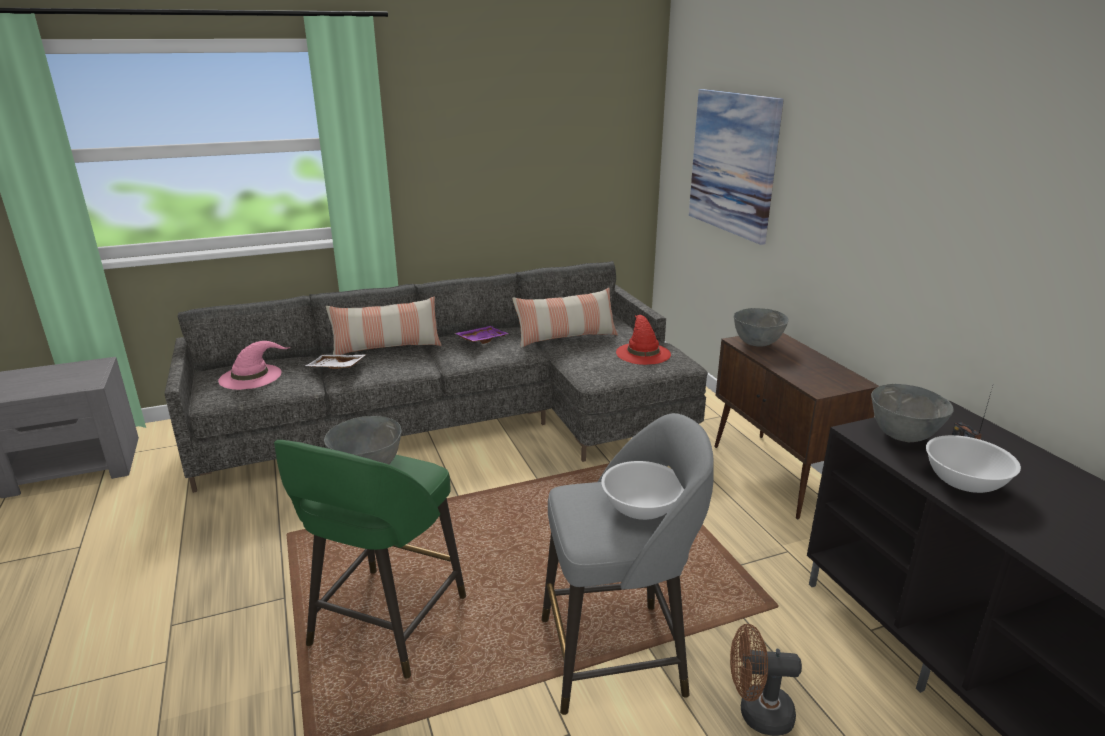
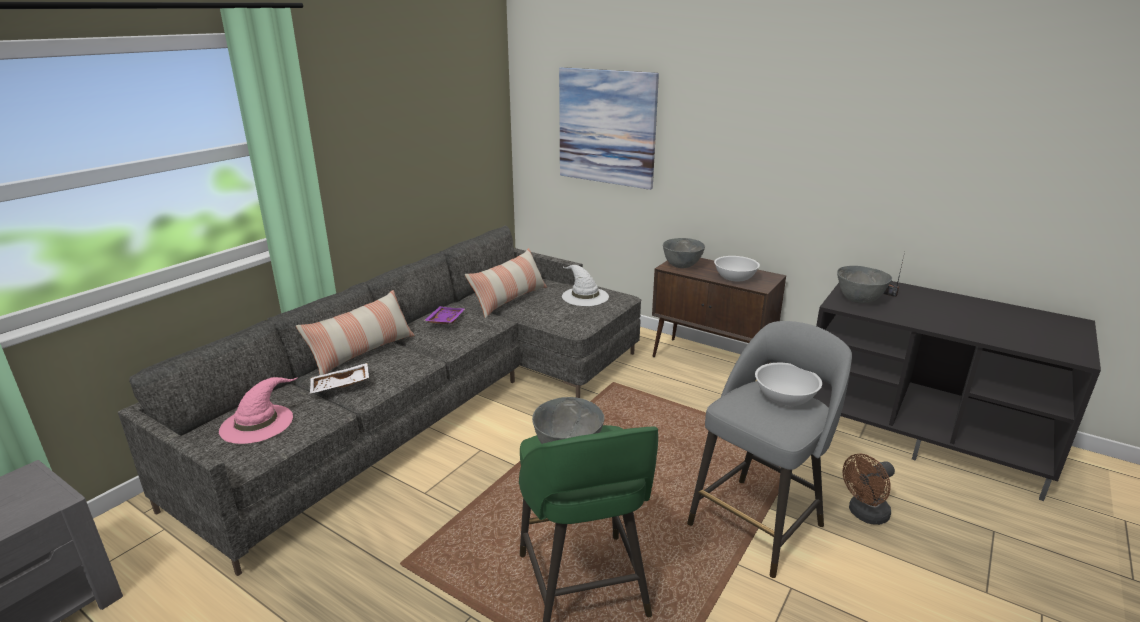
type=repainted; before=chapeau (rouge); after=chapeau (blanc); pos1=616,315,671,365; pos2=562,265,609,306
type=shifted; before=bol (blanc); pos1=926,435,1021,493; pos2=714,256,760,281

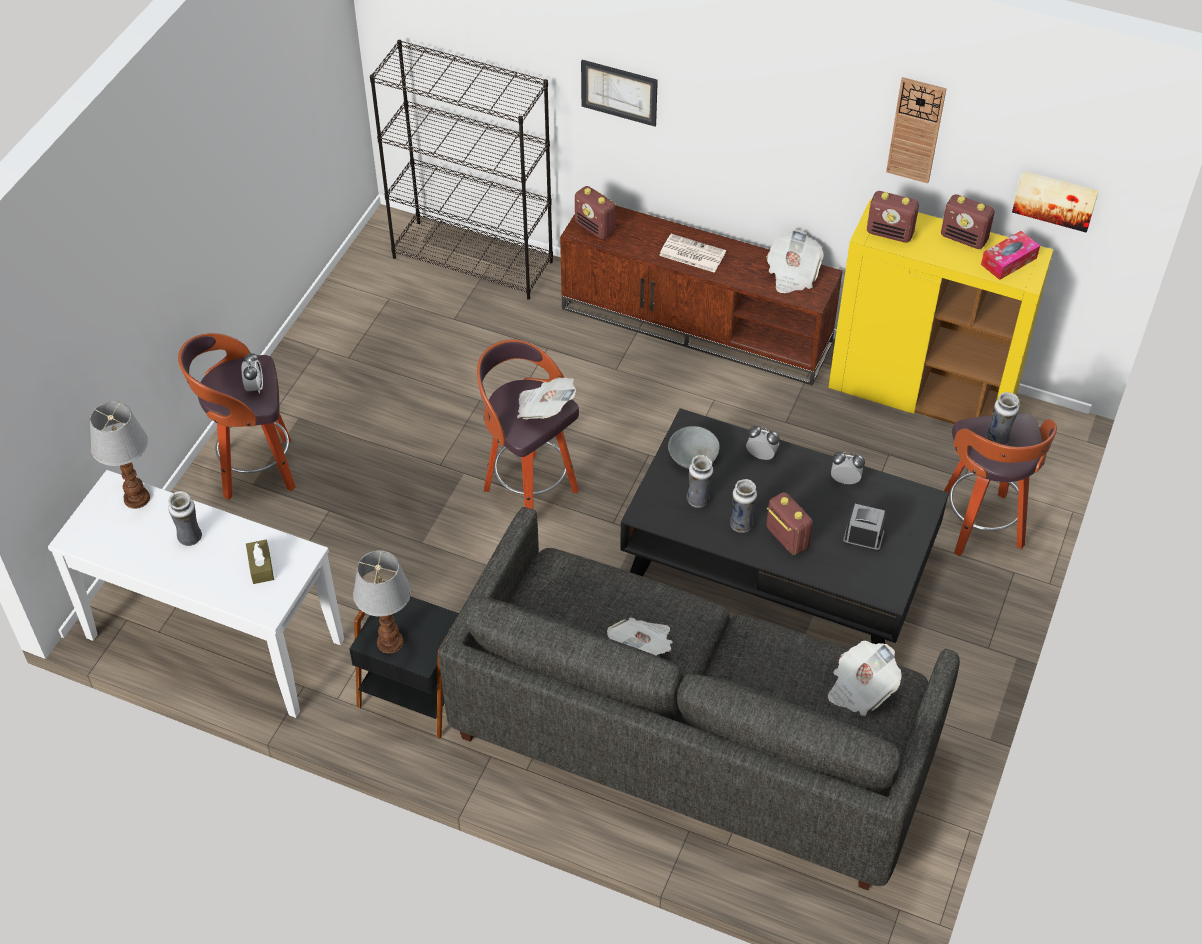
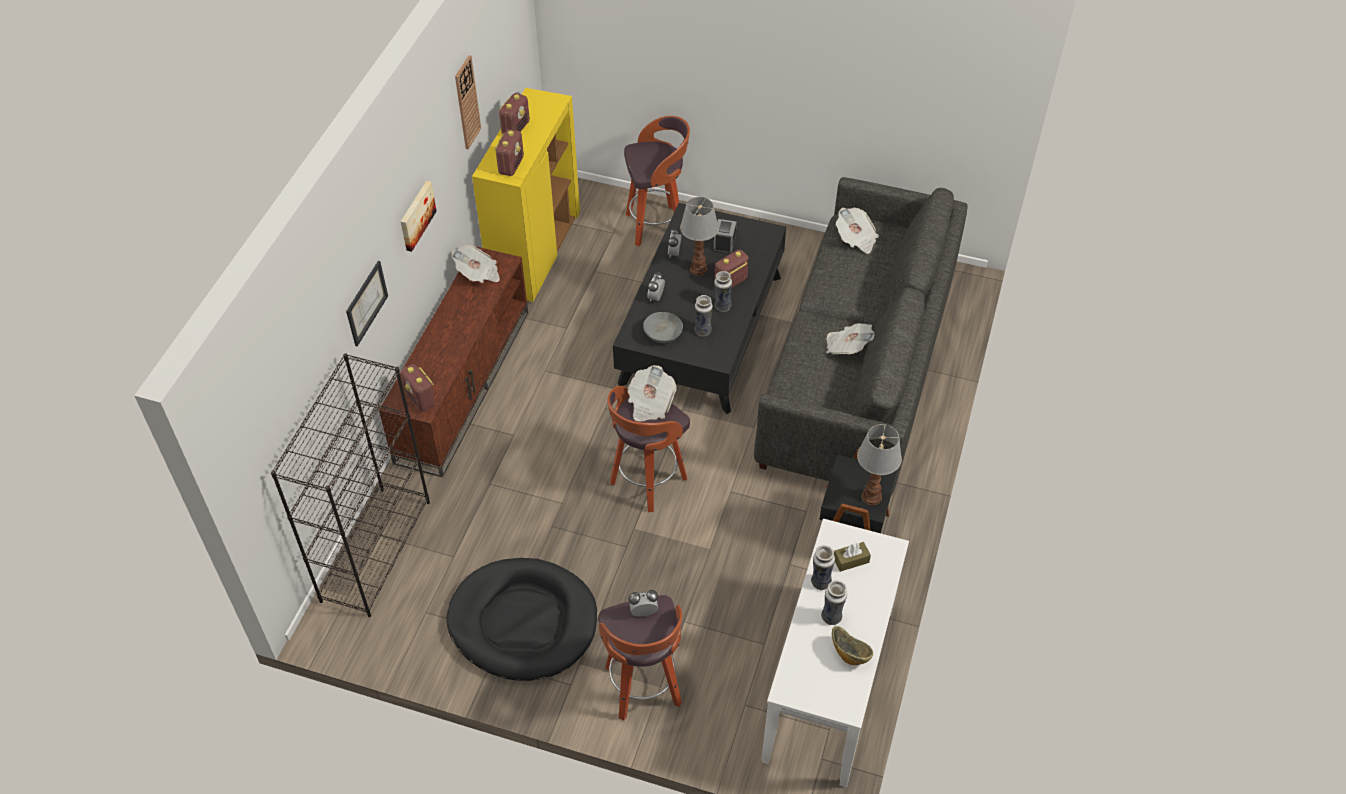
type=shifted; before=tableau; pos1=1012,171,1099,233; pos2=401,181,437,252
type=rotated; before=radio; pos1=575,186,616,239; pos2=400,364,435,412; turn=105
type=gone; before=boîte à mouchoirs; pos1=981,231,1040,280
type=gone; before=journal; pos1=659,234,726,273
type=shifted; before=vase; pos1=986,392,1019,445; pos2=811,545,835,590
type=shifted; before=lampe de table; pos1=90,401,150,509; pos2=680,197,719,276
type=new; after=panier pour chien (noir); pos2=447,558,597,681
type=new; after=bol; pos2=832,626,873,665

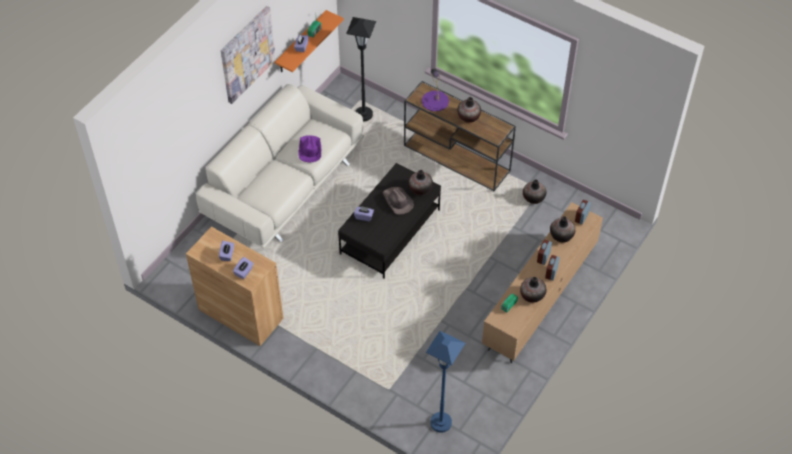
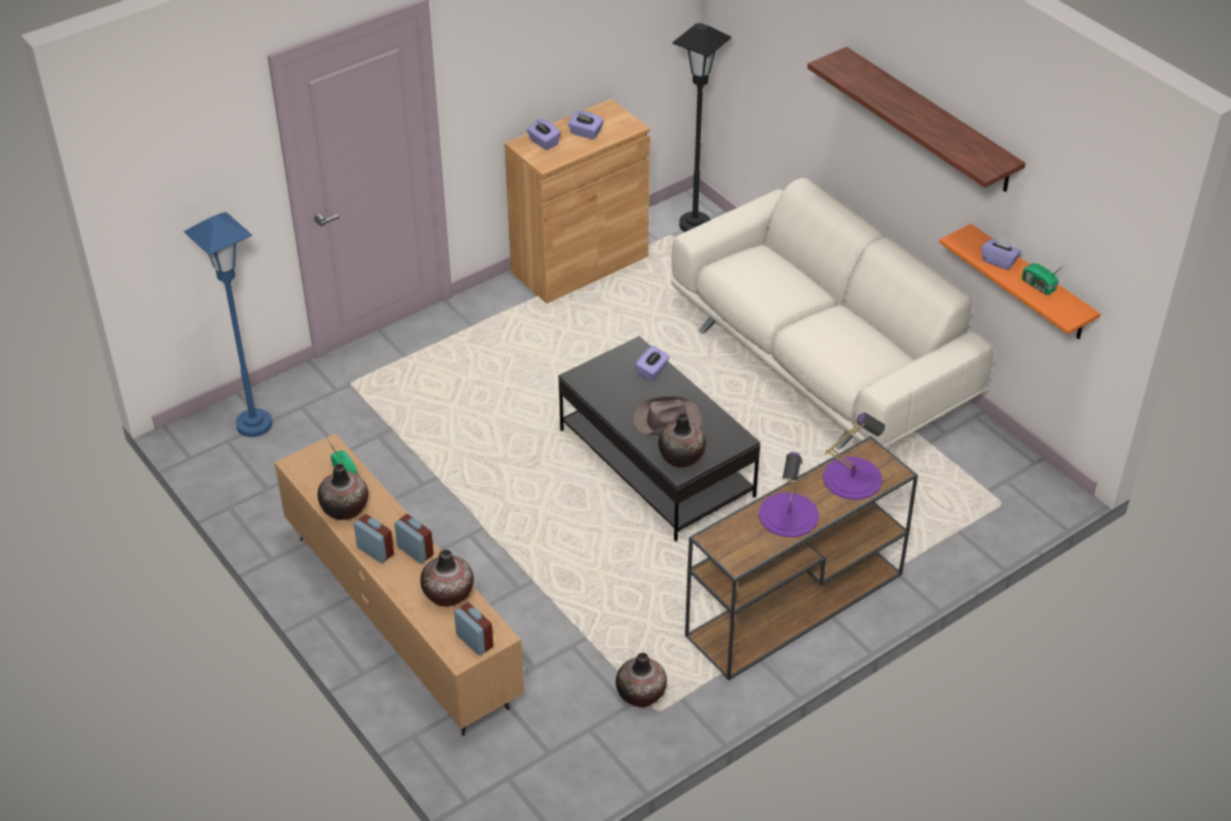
type=swapped; before=tableau; after=étagère; pos1=221,6,276,104; pos2=807,47,1025,192
type=shifted; before=lampadaire (noir); pos1=346,17,376,121; pos2=672,23,731,232
type=swapped; before=vase; after=lampe de table (violet); pos1=457,97,481,123; pos2=758,452,819,537
type=gone; before=chapeau (violet); pos1=298,135,321,162

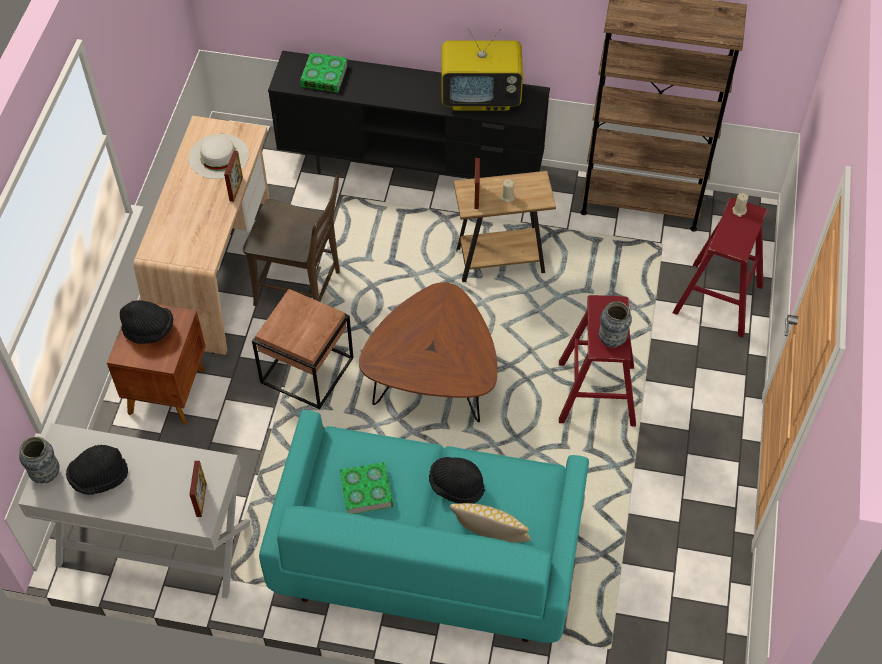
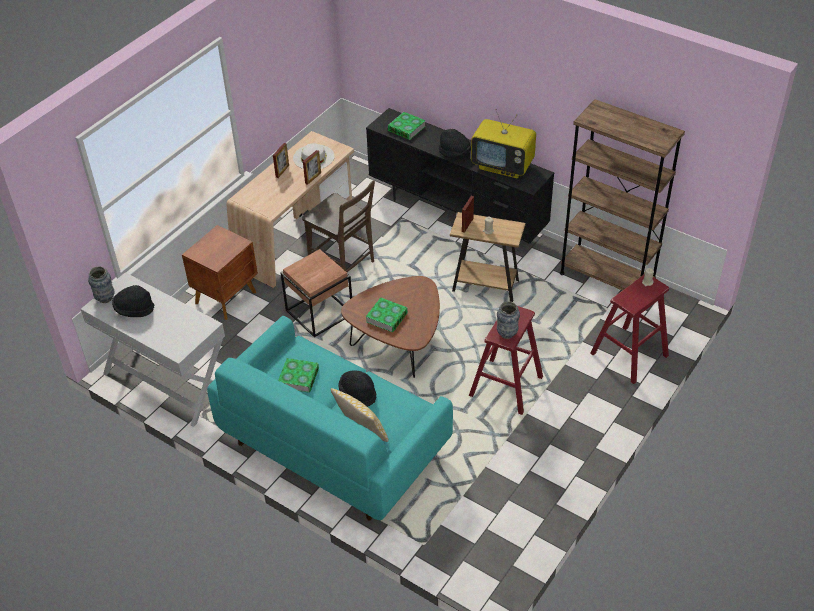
type=shifted; before=chapeau (noir); pos1=120,300,173,344; pos2=439,129,471,158
type=shifted; before=cadre photo; pos1=189,461,207,517; pos2=273,143,289,178
type=new; after=livre; pos2=366,297,408,332

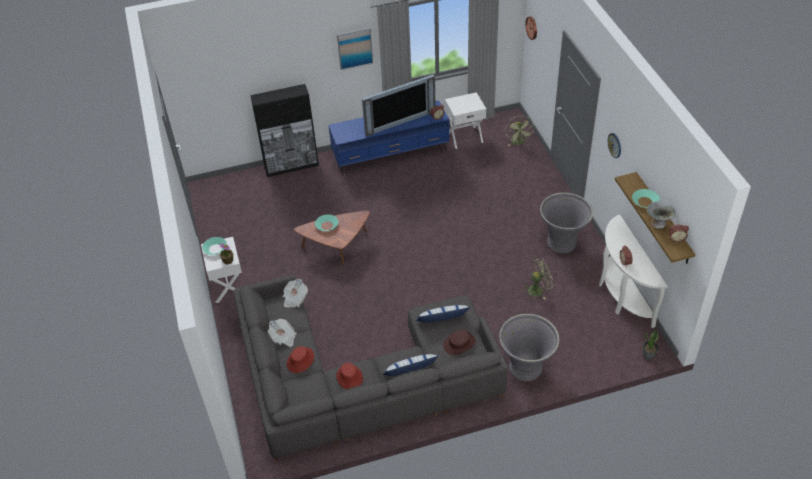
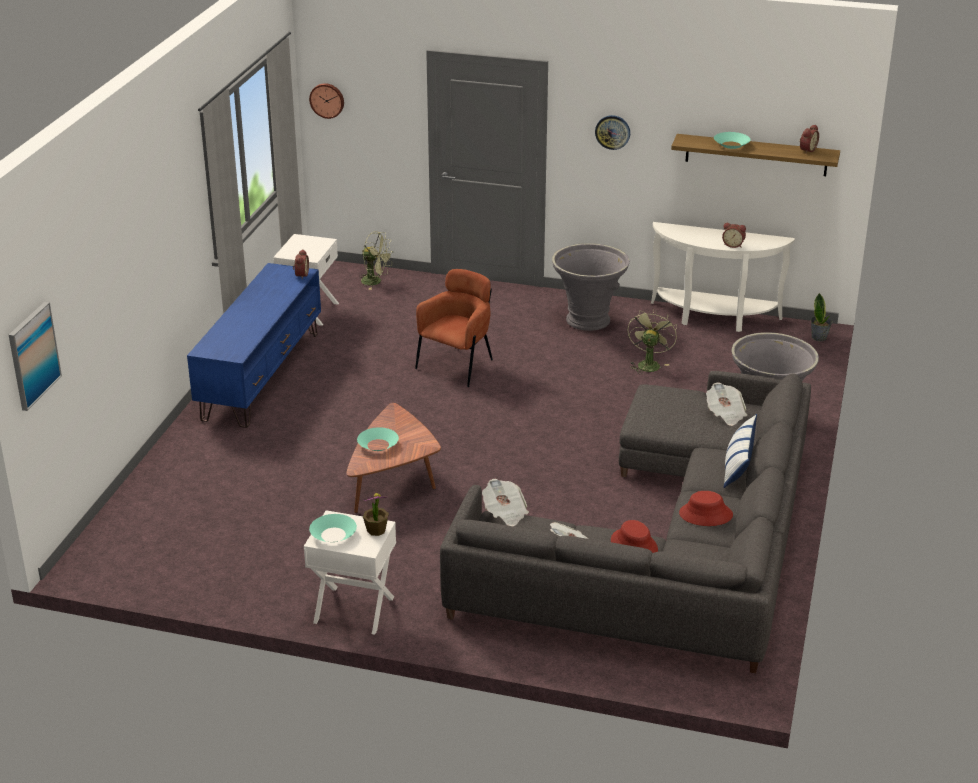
type=shifted; before=tableau; pos1=337,27,373,70; pos2=9,302,62,411
type=gone; before=téléviseur; pos1=362,75,435,137
type=gone; before=meuble de rangement (noir); pos1=250,84,319,177
type=gone; before=bol (gris); pos1=647,201,676,228
type=gone; before=coussin; pos1=416,305,470,323
type=swapped; before=chapeau (marron); after=journal; pos1=443,330,476,355; pos2=706,382,747,426
type=new; after=fauteuil (marron); pos2=415,269,493,387

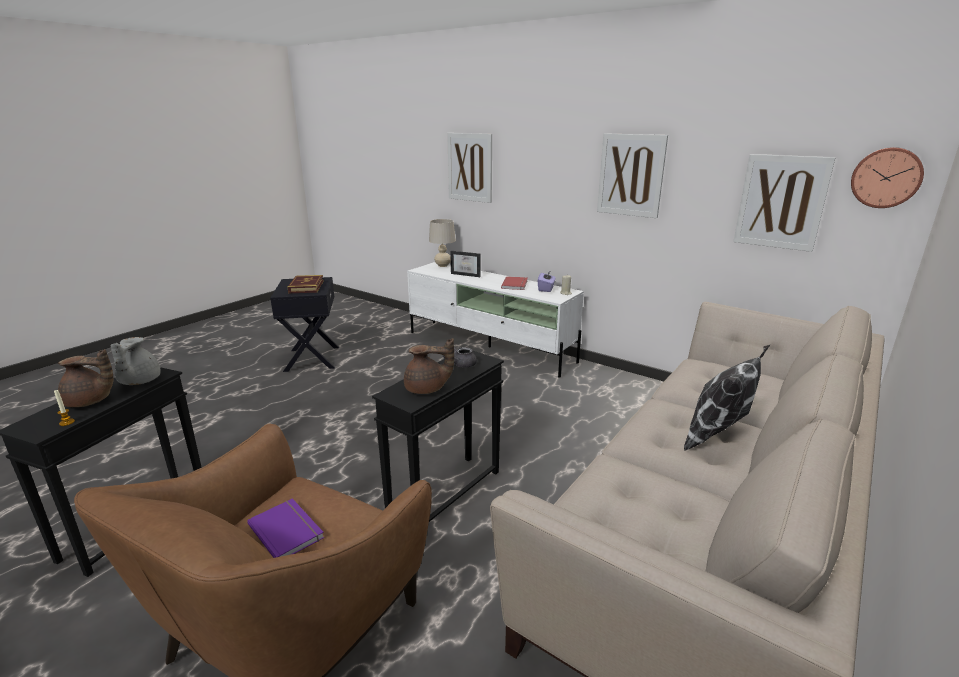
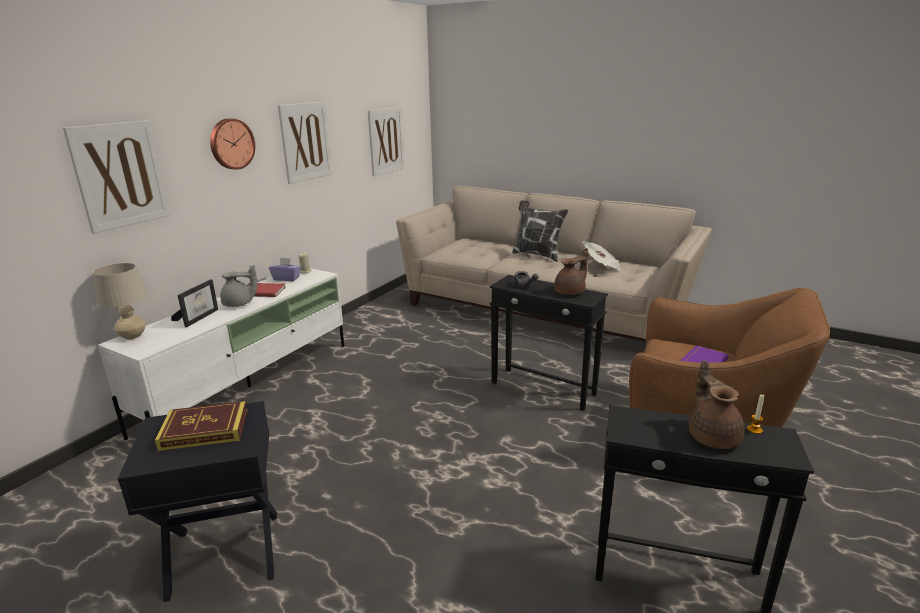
type=shifted; before=horloge murale; pos1=851,147,924,208; pos2=210,118,255,170
type=shifted; before=théière (gris); pos1=110,337,161,385; pos2=220,265,257,307
type=rotated; before=théière (marron); pos1=404,338,454,394; pos2=554,248,588,295; turn=60
type=new; after=journal; pos2=582,241,621,271

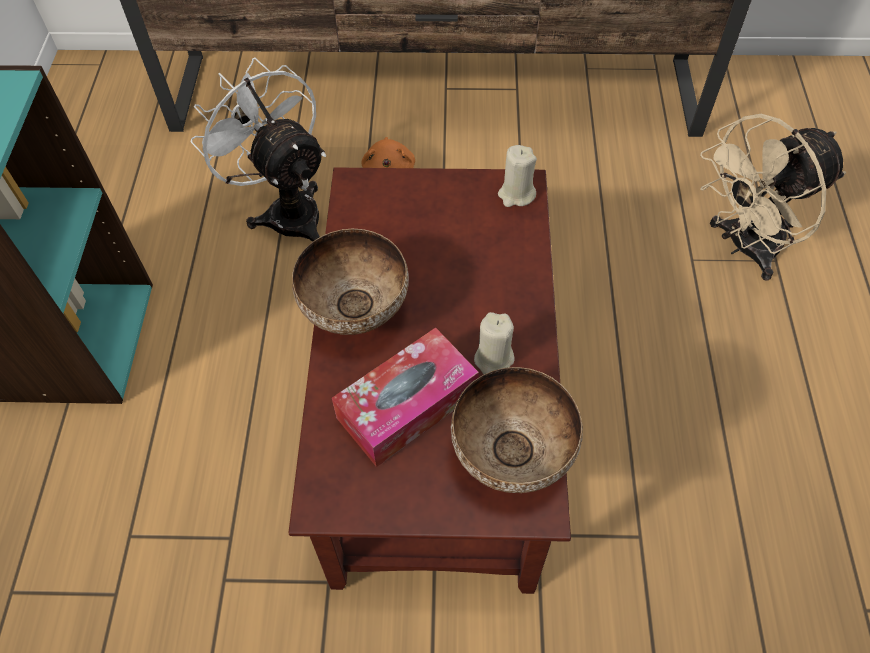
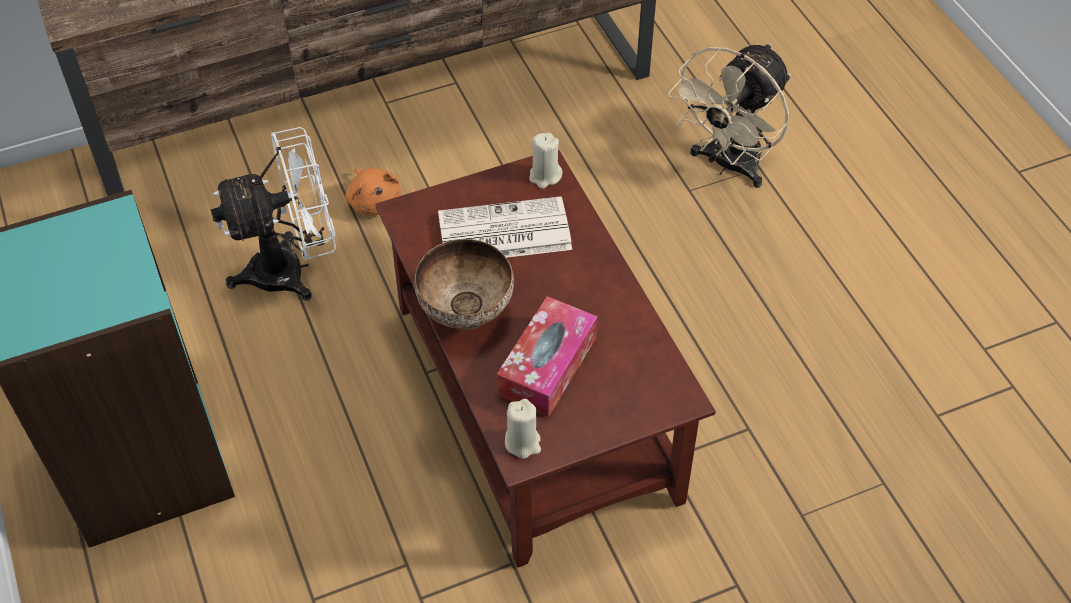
type=rotated; before=ventilateur (blanc); pos1=191,57,326,242; pos2=211,127,336,301; turn=135
type=shifted; before=bougie (beige); pos1=474,312,515,374; pos2=505,399,541,459
type=gone; before=bol; pos1=451,367,583,493
type=new; after=journal; pos2=438,196,572,258

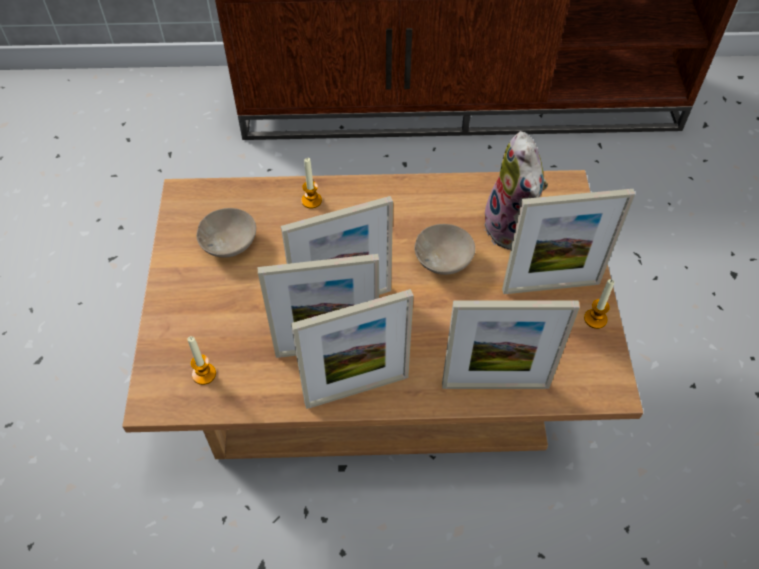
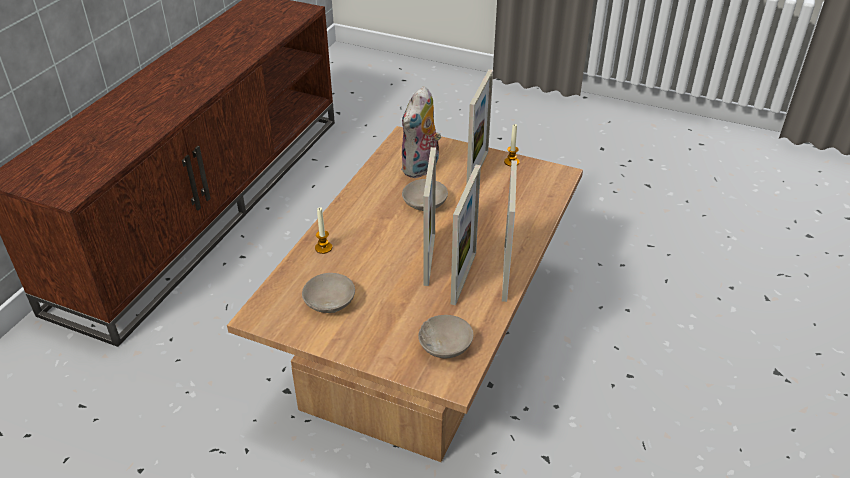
type=rotated; before=peluche; pos1=481,131,548,250; pos2=401,86,441,178; turn=105
type=gone; before=cadre photo; pos1=442,300,580,389
type=swapped; before=bougie; after=bol (beige); pos1=187,336,216,385; pos2=418,315,473,358

